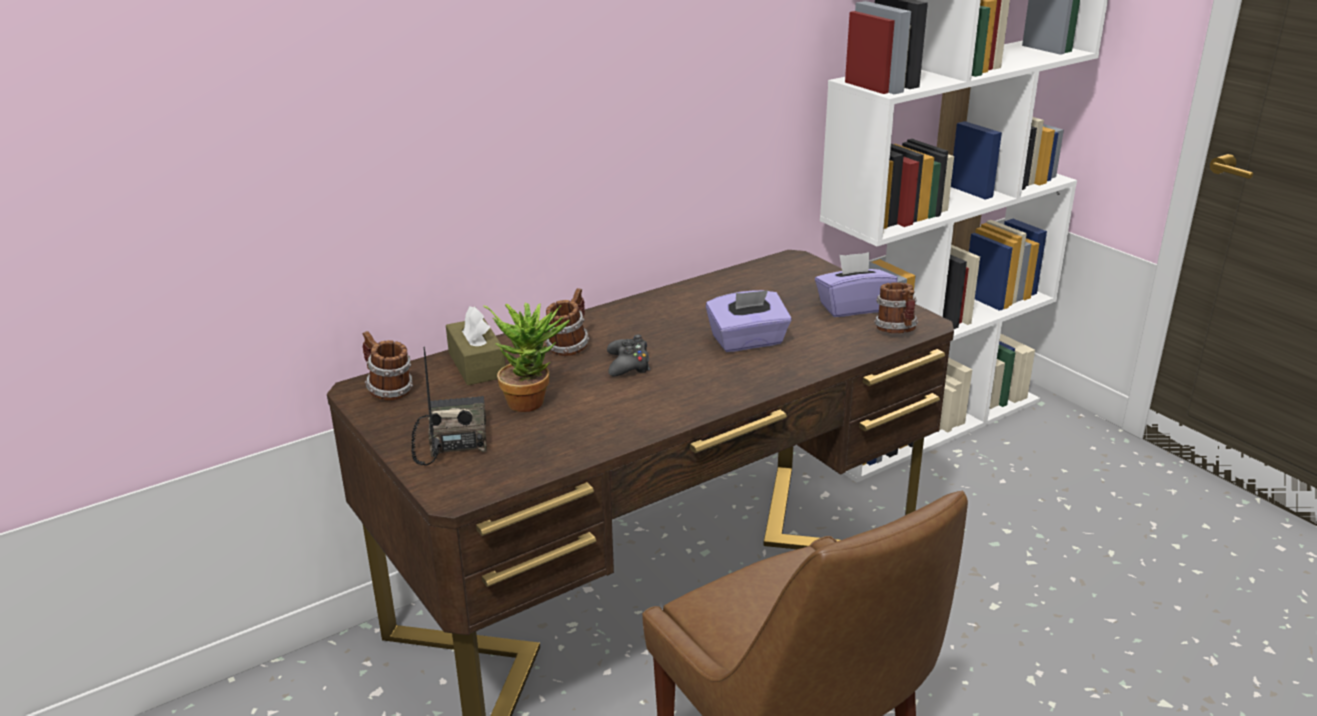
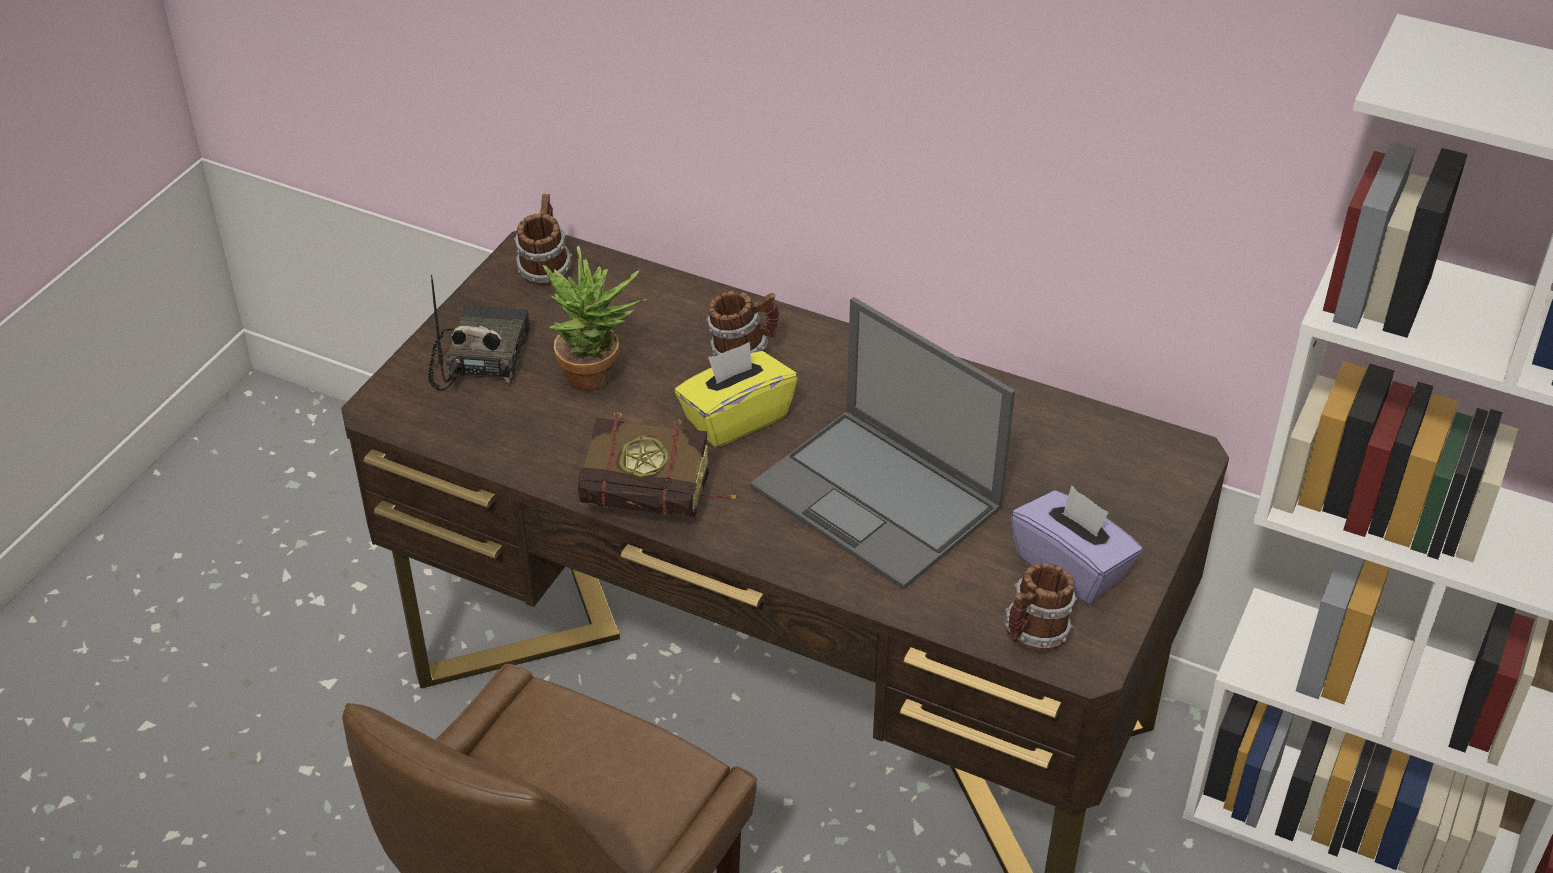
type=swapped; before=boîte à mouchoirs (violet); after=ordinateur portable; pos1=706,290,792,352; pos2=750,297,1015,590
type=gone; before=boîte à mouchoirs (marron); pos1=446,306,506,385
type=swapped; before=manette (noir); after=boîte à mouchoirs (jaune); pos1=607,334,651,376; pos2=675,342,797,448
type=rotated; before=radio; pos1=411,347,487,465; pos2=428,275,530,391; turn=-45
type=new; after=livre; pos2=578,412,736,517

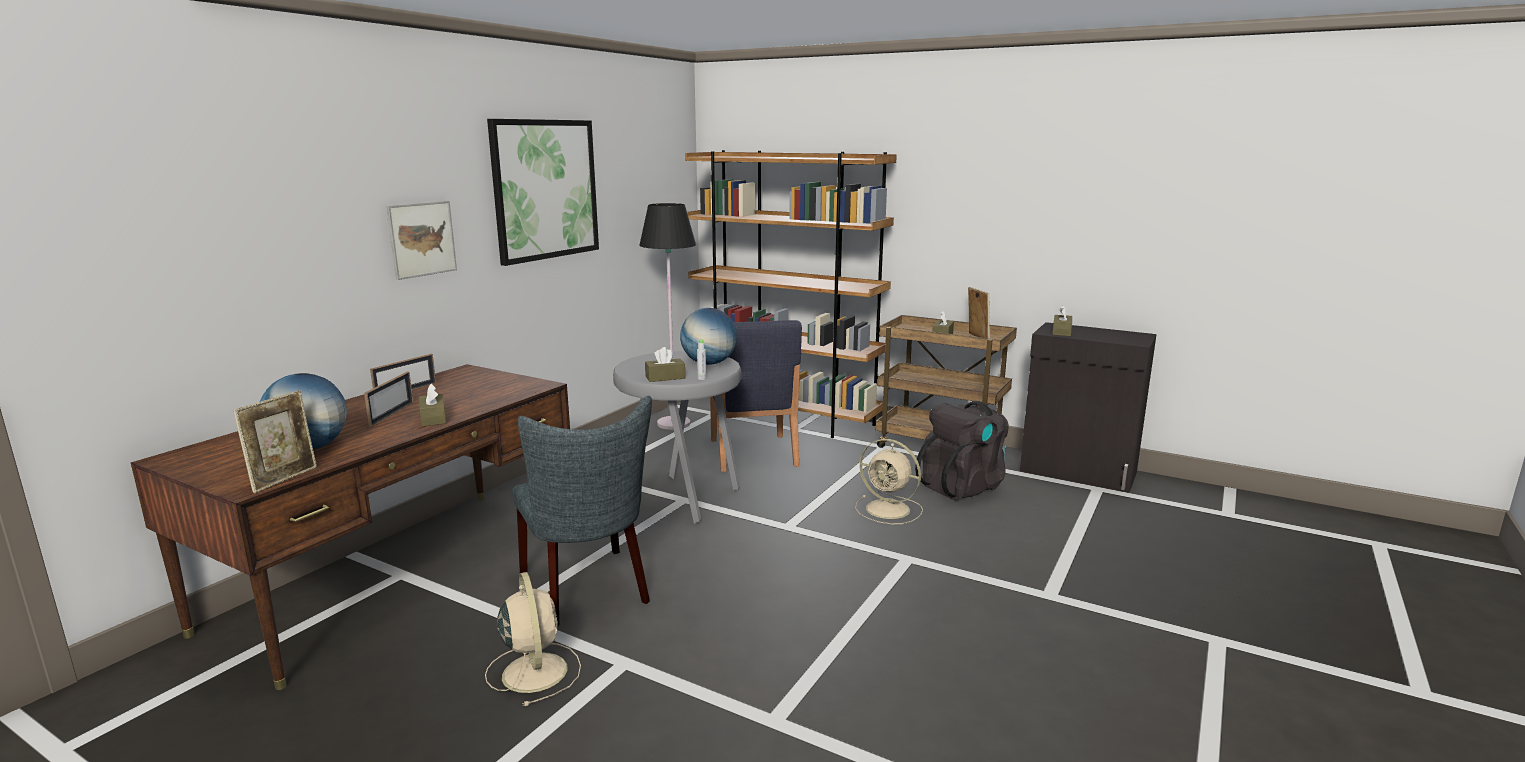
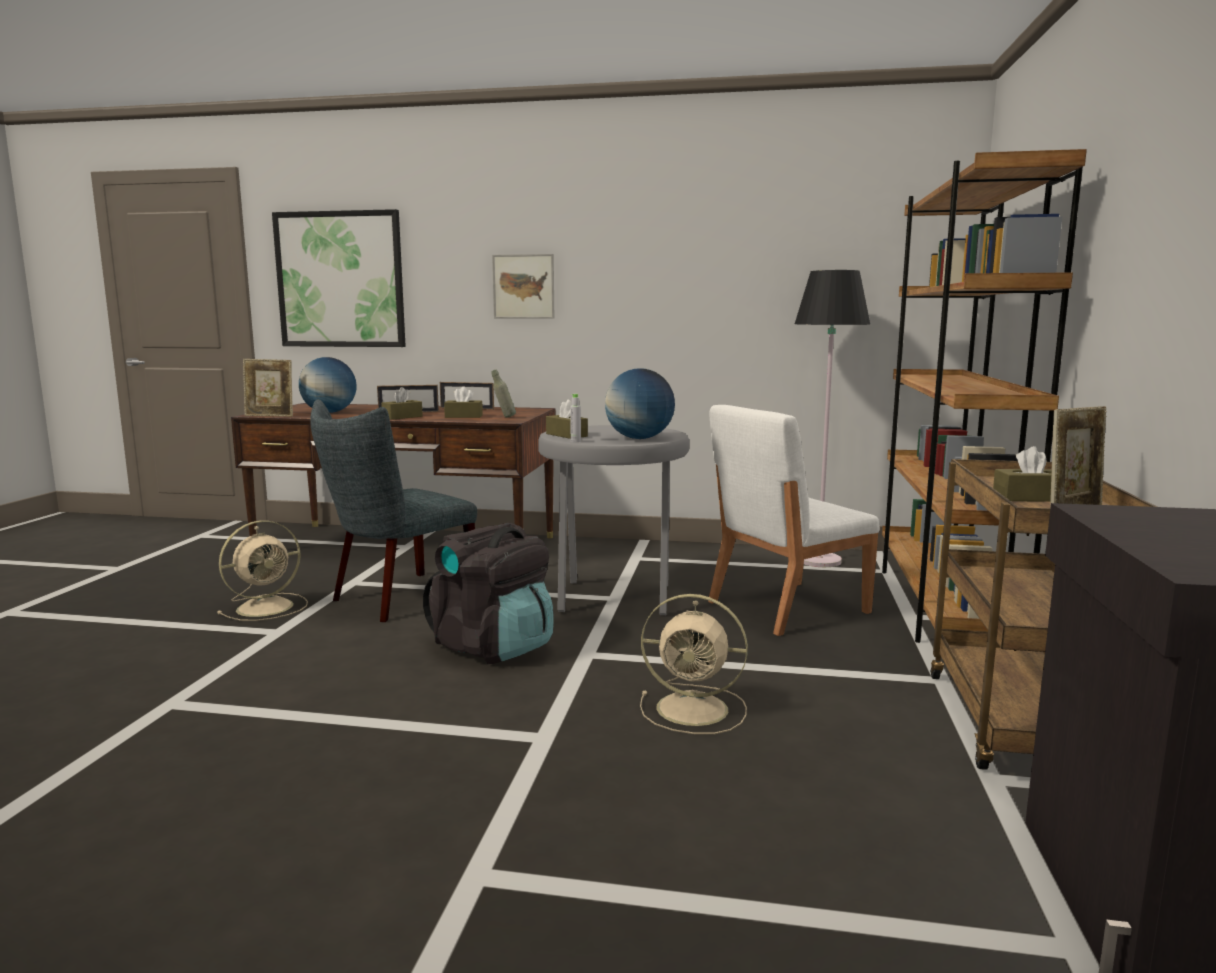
type=shifted; before=tableau; pos1=487,119,599,266; pos2=272,209,406,347
type=shifted; before=boîte à mouchoirs (marron); pos1=1052,305,1072,336; pos2=444,386,483,418
type=repainted; before=chaise (bleu); after=chaise (blanc); pos1=710,320,802,472; pos2=708,405,880,636
type=shifted; before=sac à dos (noir); pos1=915,401,1009,501; pos2=423,523,554,664
type=rotated; before=ventilateur (beige); pos1=855,439,923,524; pos2=640,594,748,734; turn=-90
type=new; after=bouteille (gris); pos2=491,370,516,418

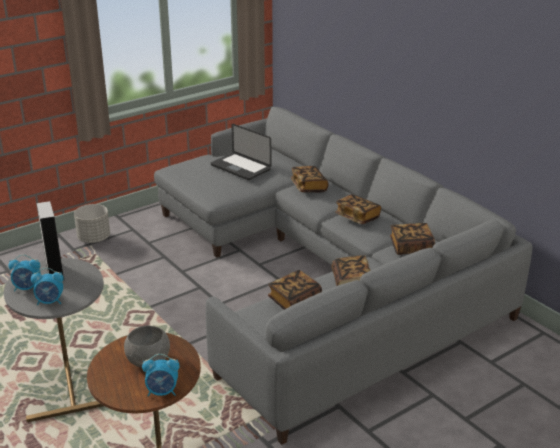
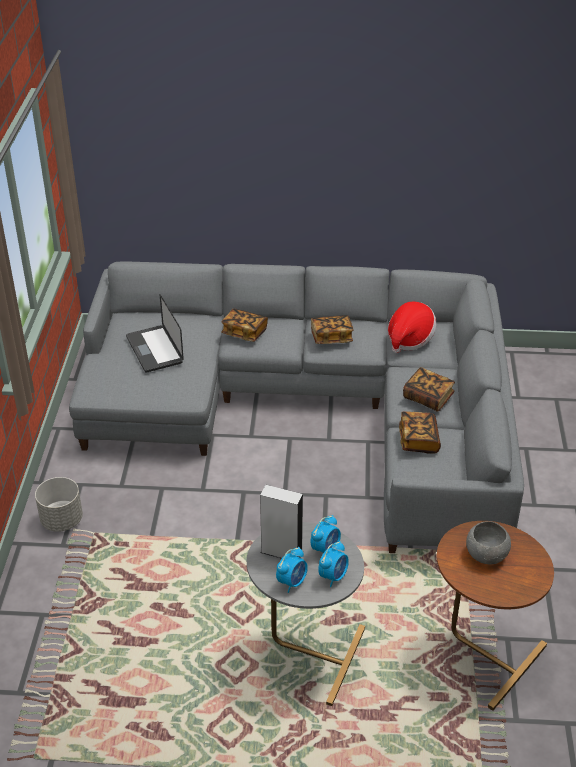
type=rotated; before=ordinateur portable; pos1=211,124,271,180; pos2=126,294,184,373; turn=75
type=swapped; before=livre; after=chapeau; pos1=390,223,435,255; pos2=388,302,437,353
type=shifted; before=réveil; pos1=142,354,180,396; pos2=311,515,341,553

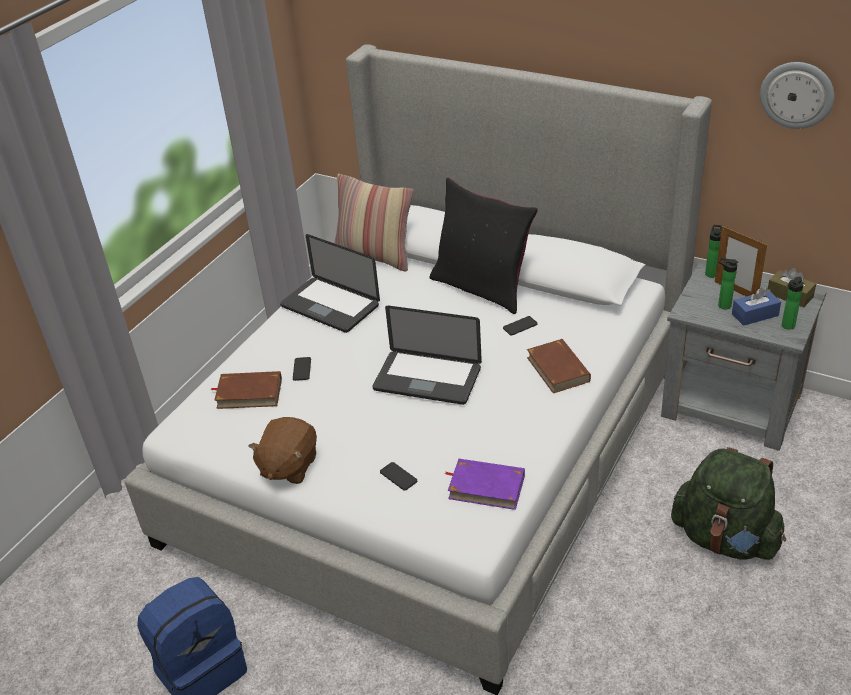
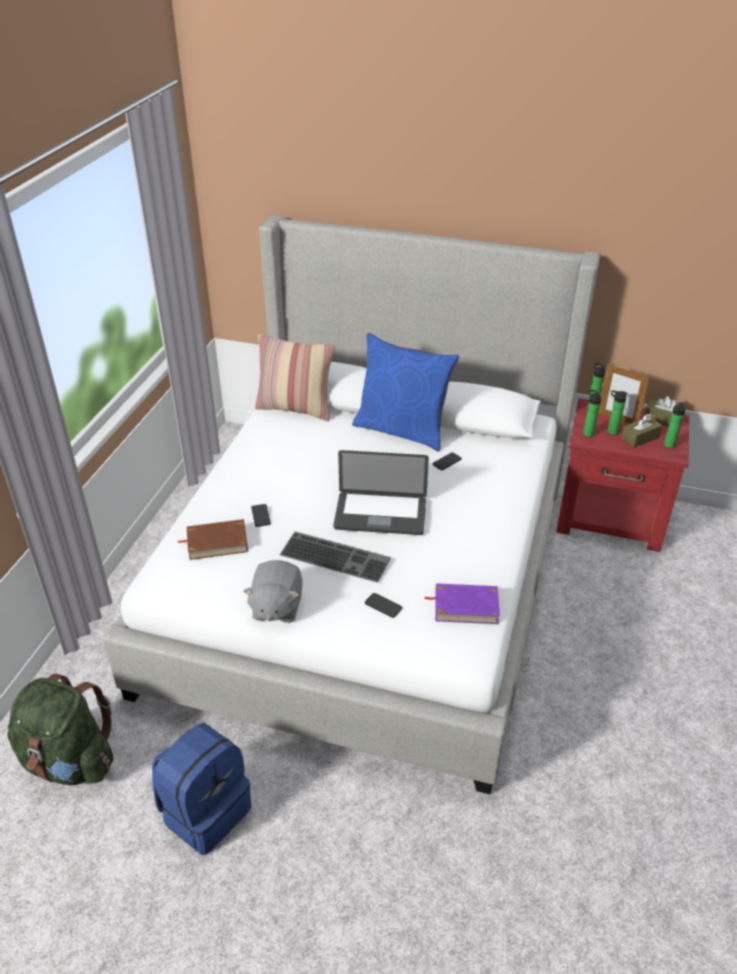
type=gone; before=horloge murale; pos1=760,62,834,129
type=repainted; before=coussin (noir); after=coussin (bleu); pos1=430,178,538,314; pos2=352,333,459,452
type=gone; before=ordinateur portable; pos1=280,234,380,333
type=repainted; before=table de chevet (gris); after=table de chevet (rouge); pos1=661,263,826,451; pos2=556,398,689,552
type=repainted; before=boîte à mouchoirs (bleu); after=boîte à mouchoirs (marron); pos1=732,288,781,326; pos2=621,414,662,447
type=gone; before=livre (marron); pos1=527,339,591,393
type=repainted; before=peluche (marron); after=peluche (gris); pos1=248,417,317,484; pos2=243,560,303,623
type=shifted; before=sac à dos (vert); pos1=671,447,786,560; pos2=7,674,114,785
type=new; after=bouteille; pos2=583,390,601,437
type=new; after=clavier; pos2=280,532,391,583

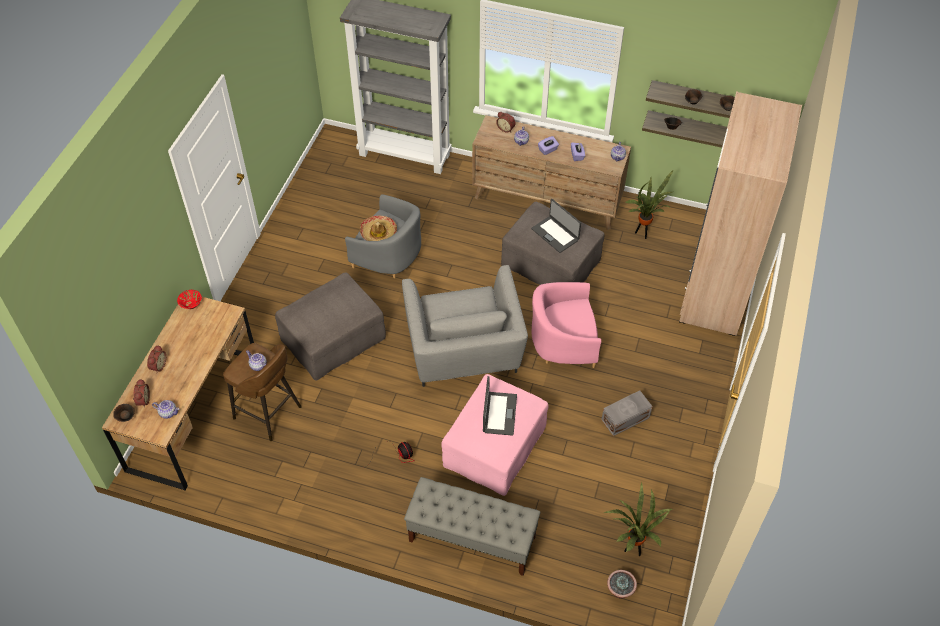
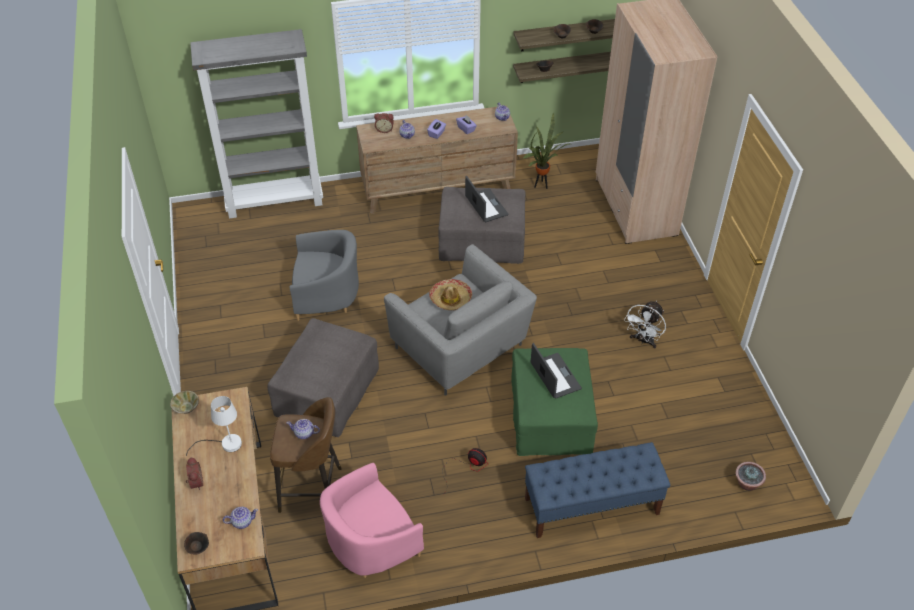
type=rotated; before=ordinateur portable; pos1=531,199,581,253; pos2=465,176,508,222; turn=-135
type=shifted; before=chapeau; pos1=360,216,397,241; pos2=429,279,472,310
type=shifted; before=fauteuil (rose); pos1=532,282,601,368; pos2=320,463,424,578
type=repainted; before=bol (rouge); after=bol (beige); pos1=177,290,202,309; pos2=170,391,199,414
type=repainted; before=pouf (rose); after=pouf (vert); pos1=441,374,548,496; pos2=511,348,598,456
type=gone; before=réveil; pos1=133,379,150,408
type=swapped; before=boîte de rangement (gris); after=ventilateur (blanc); pos1=601,390,653,436; pos2=624,301,666,348
type=repainted; before=banc (gris); after=banc (bleu); pos1=404,477,541,576; pos2=525,442,670,538
type=gone; before=plante en pot; pos1=604,482,672,556
type=new; after=lampe de table (blanc); pos2=186,396,242,456

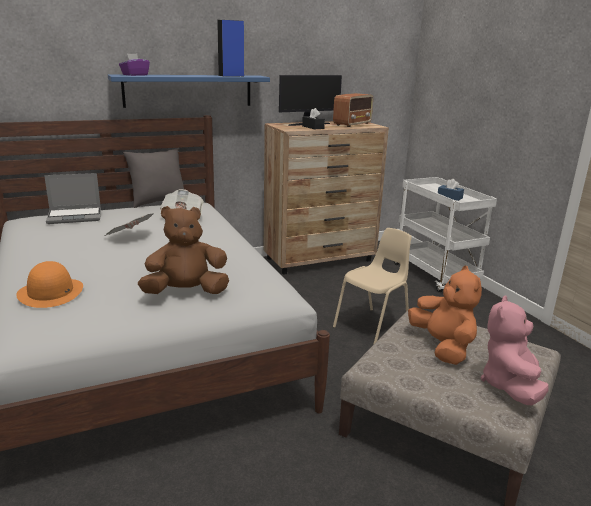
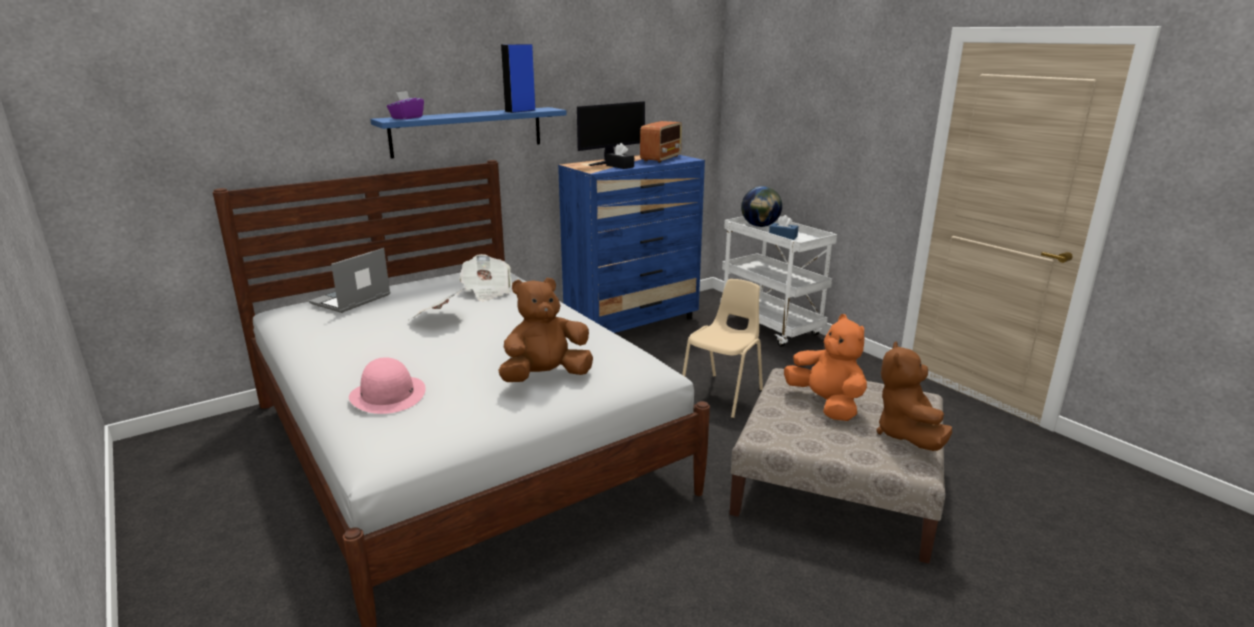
type=repainted; before=commode (marron); after=commode (bleu); pos1=263,121,389,274; pos2=558,155,705,333
type=gone; before=coussin (gris); pos1=123,148,184,208
type=rotated; before=ordinateur portable; pos1=44,173,101,224; pos2=309,248,391,313; turn=150
type=repainted; before=chapeau (orange); after=chapeau (rose); pos1=16,261,83,308; pos2=349,357,426,414
type=repainted; before=peluche (rose); after=peluche (marron); pos1=481,296,549,406; pos2=877,341,952,451
type=new; after=globe; pos2=741,186,782,227

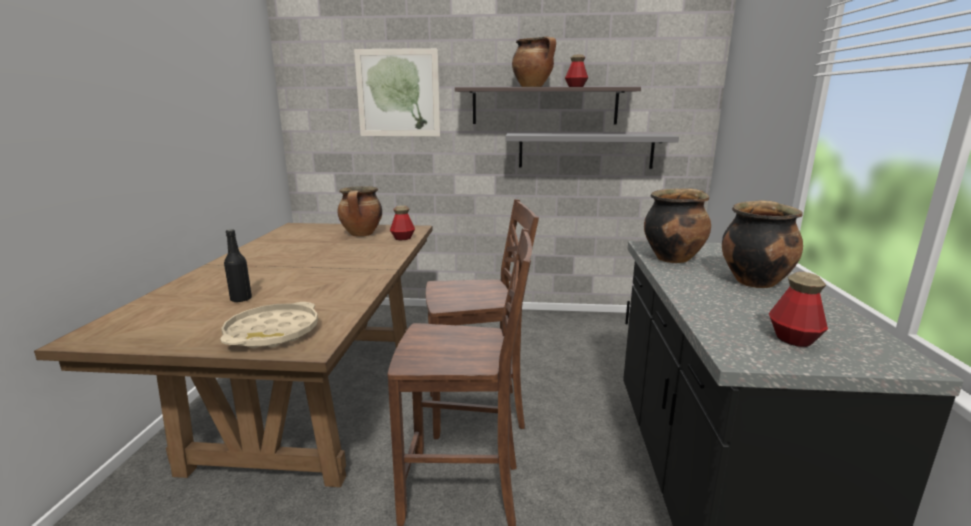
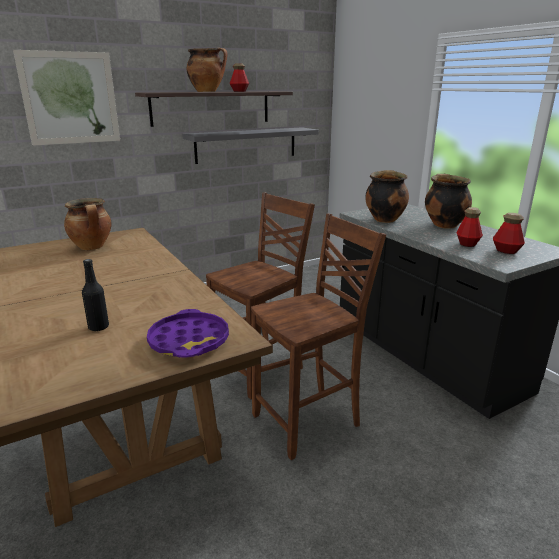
type=shifted; before=bouteille; pos1=390,205,415,240; pos2=456,207,483,247
type=repainted; before=plateau (beige); after=plateau (violet); pos1=220,302,318,348; pos2=147,309,229,358

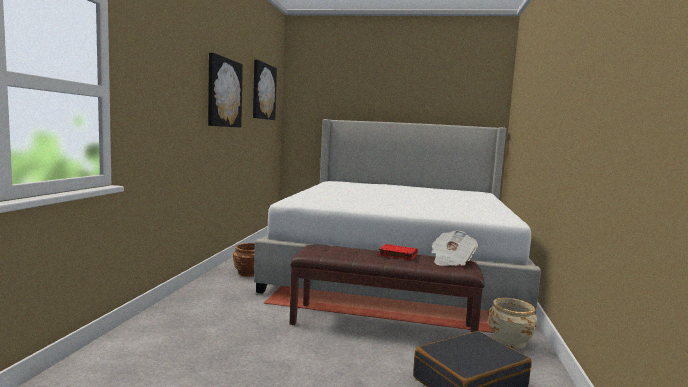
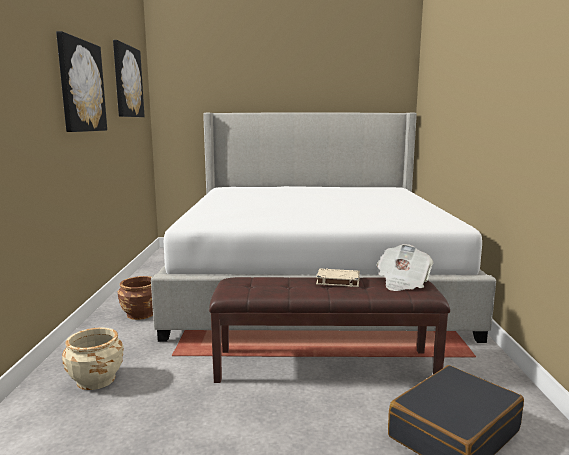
type=repainted; before=livre (rouge); after=livre (beige); pos1=379,244,418,260; pos2=316,268,360,287
type=shifted; before=cache-pot (beige); pos1=489,298,538,348; pos2=62,327,124,390

